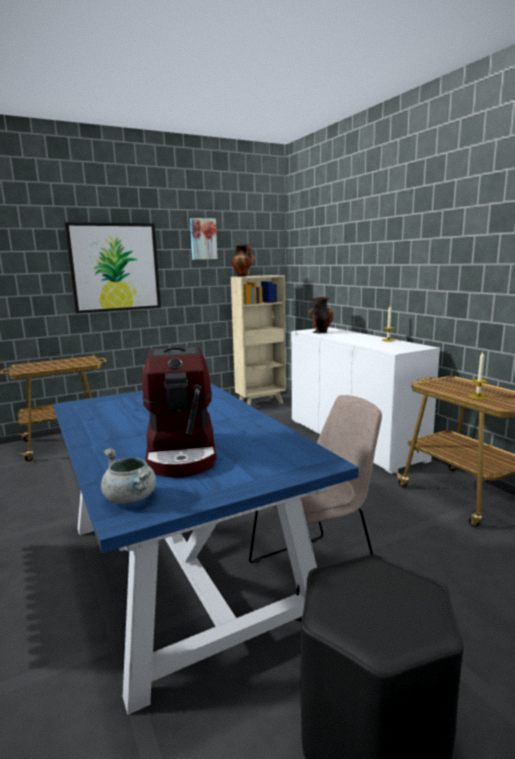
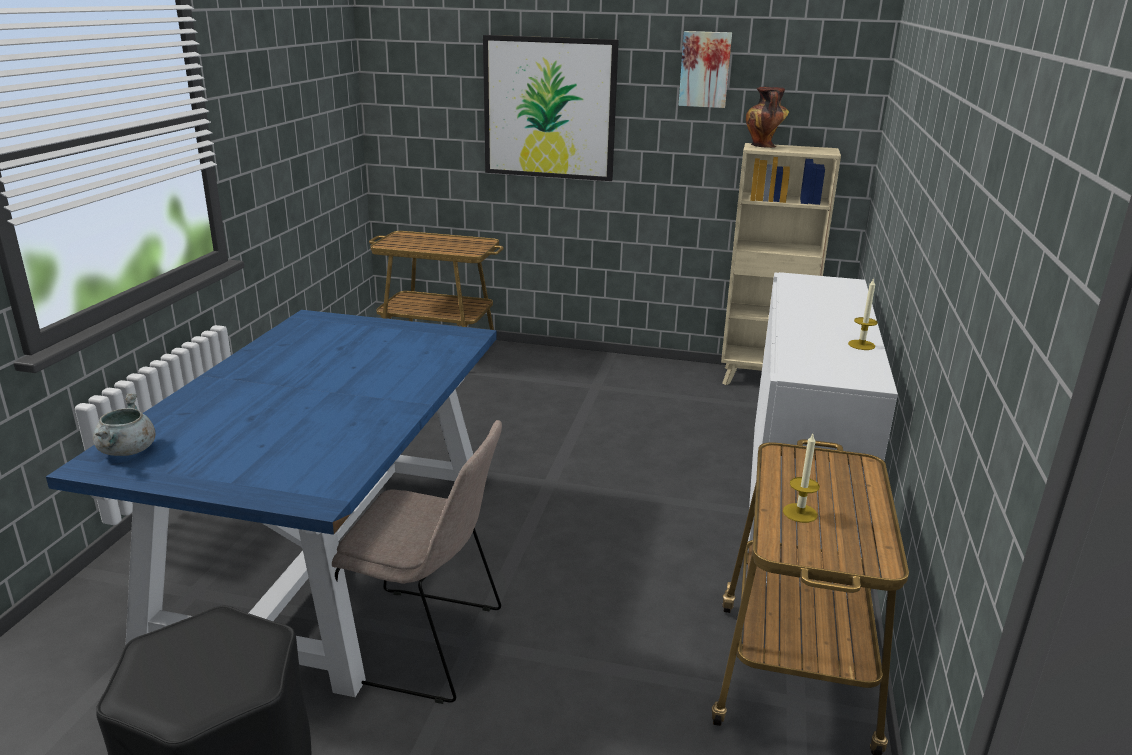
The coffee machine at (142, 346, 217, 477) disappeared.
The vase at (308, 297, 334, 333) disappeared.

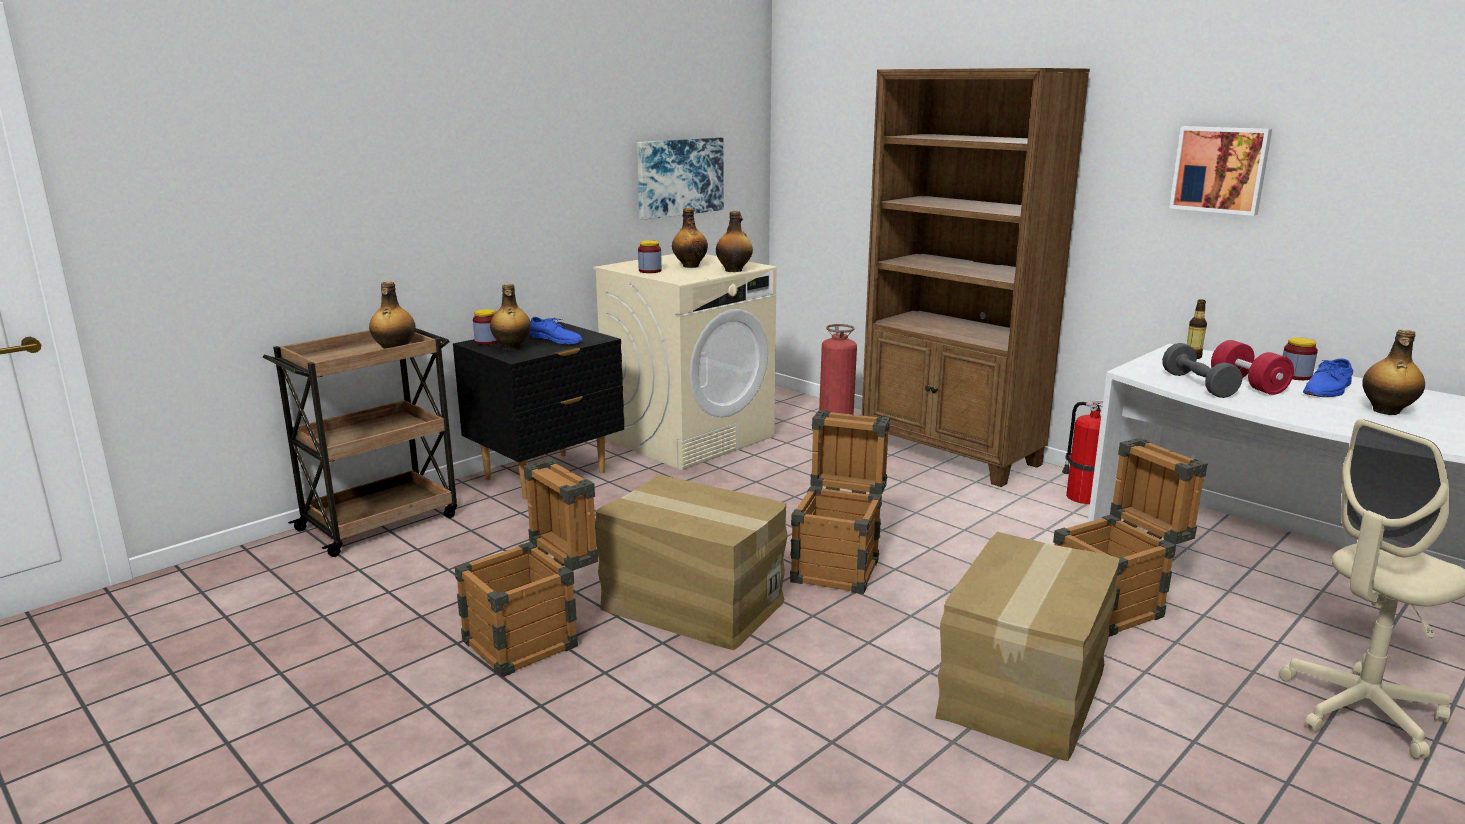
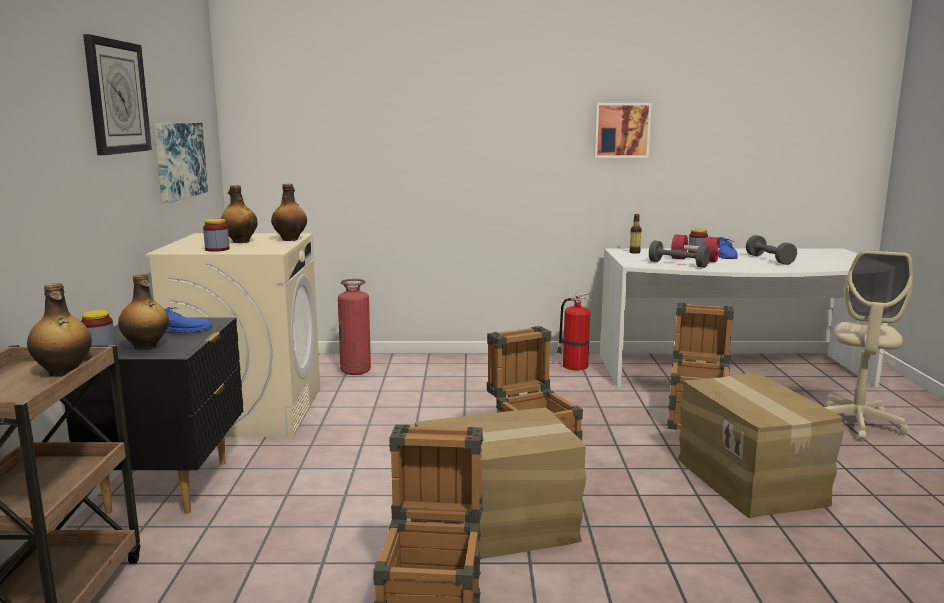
The brown bookcase at (862, 68, 1090, 487) disappeared.
The wall clock at (83, 34, 152, 155) appeared.
The bottle at (1362, 330, 1425, 415) was replaced by the grey dumbbell at (746, 235, 797, 265).

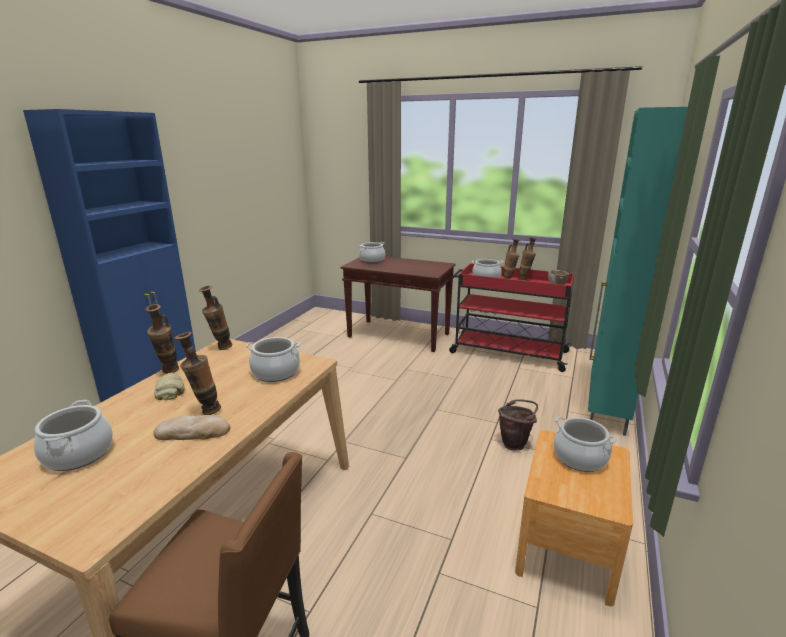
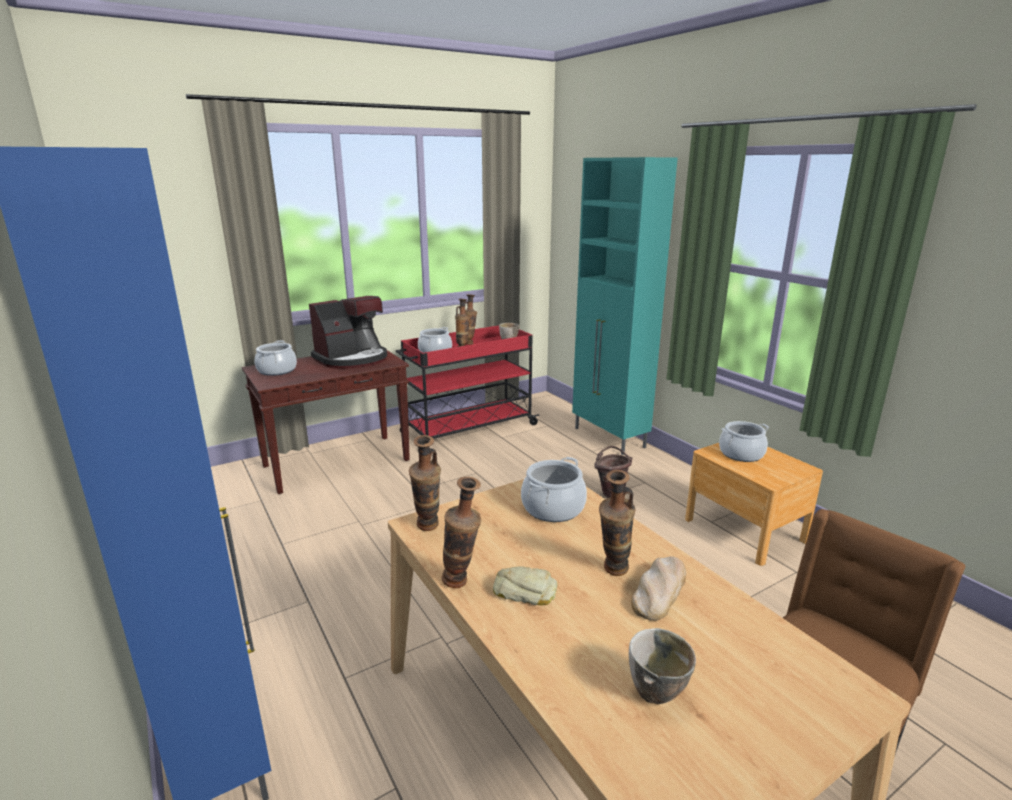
The coffee machine at (309, 296, 387, 369) appeared.
The cooking pot at (34, 400, 113, 471) was replaced by the bowl at (629, 628, 696, 704).

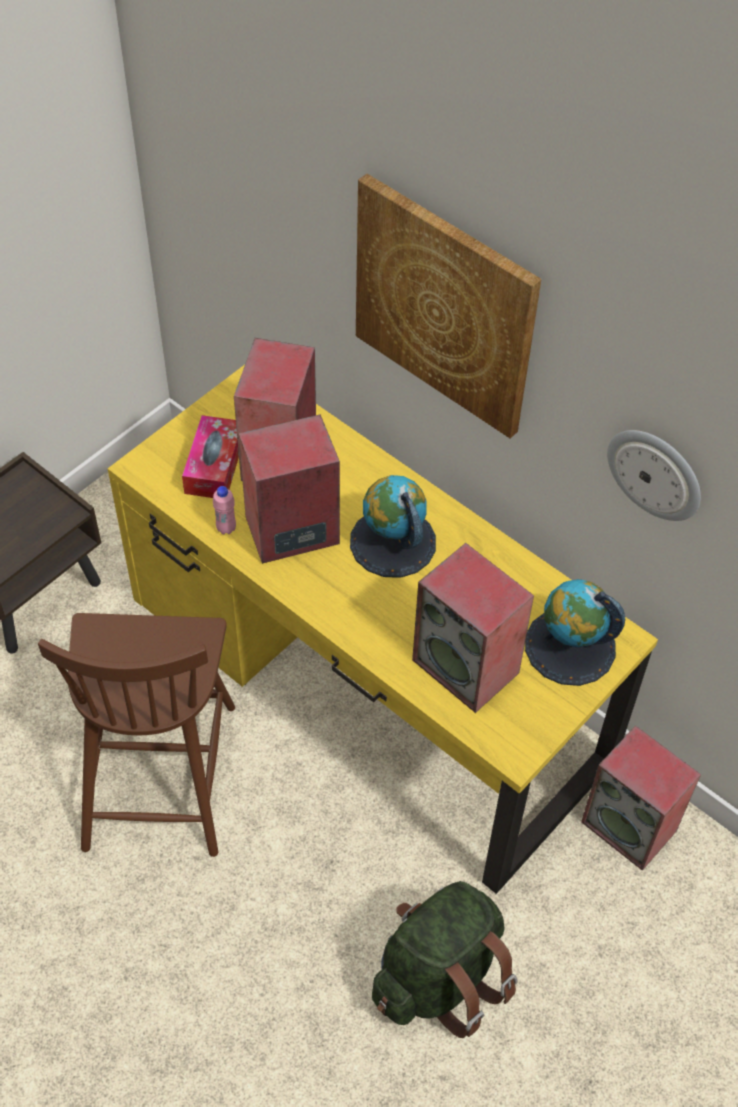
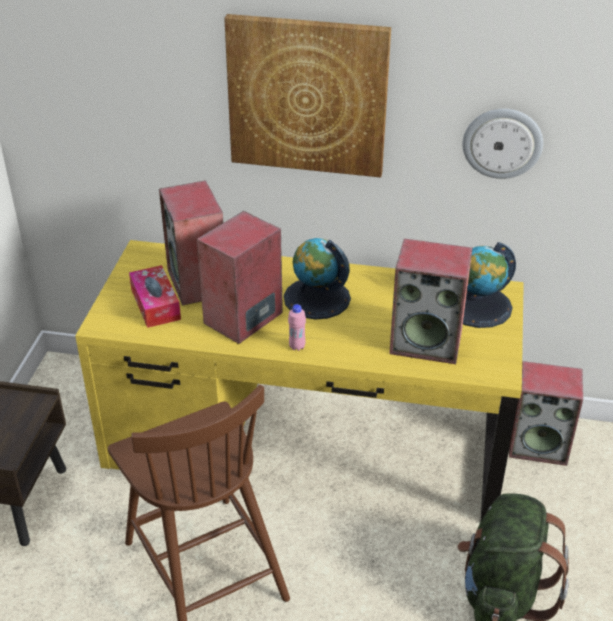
The pink bottle moved from (213, 486, 236, 534) to (288, 304, 306, 351).

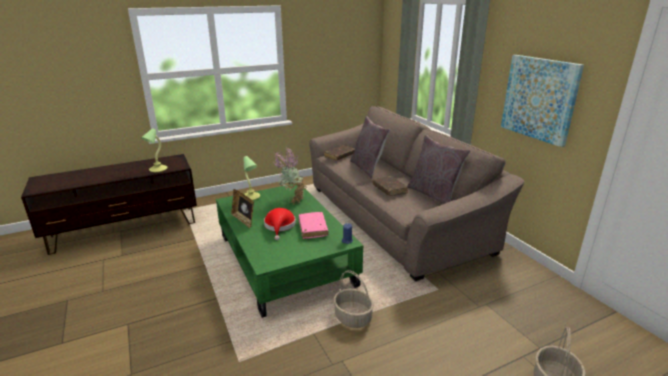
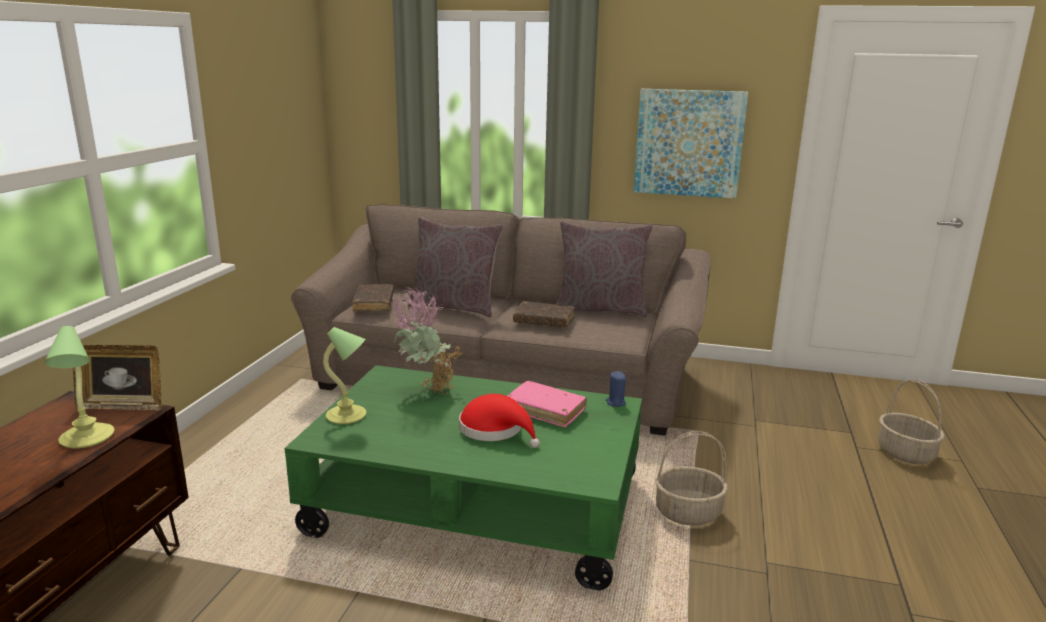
The picture frame moved from (231, 189, 254, 228) to (73, 345, 162, 411).

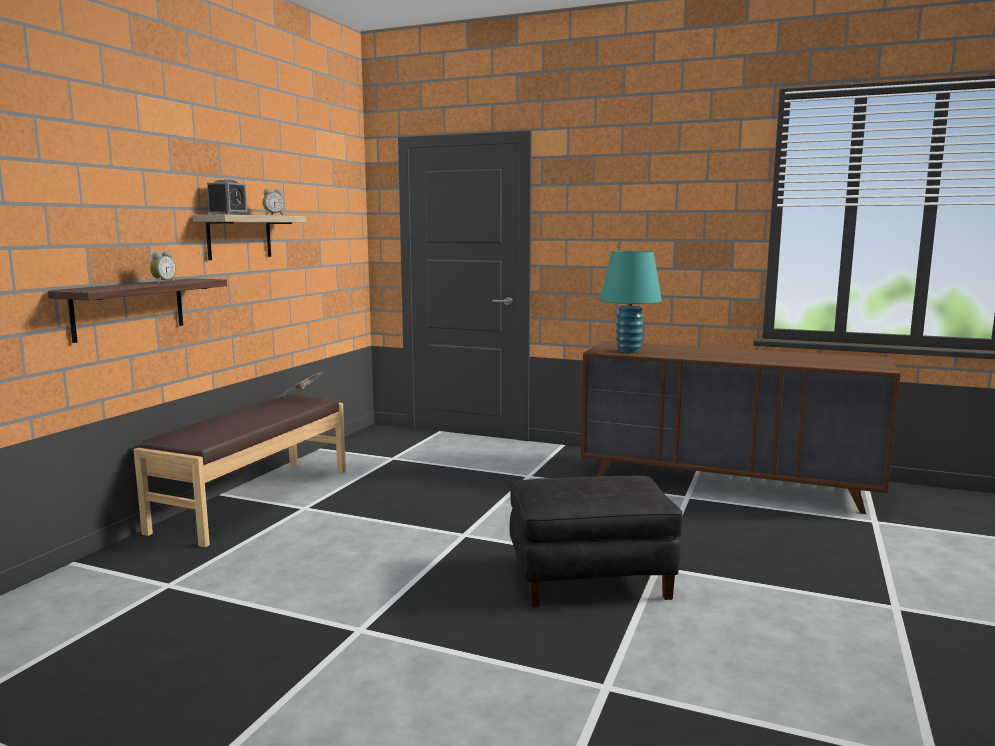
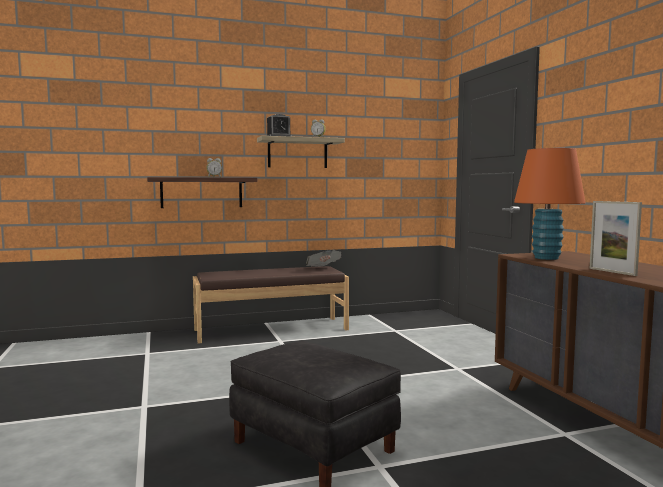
The picture frame at (590, 201, 642, 276) appeared.
The turquoise table lamp at (600, 251, 662, 353) became the orange table lamp at (514, 148, 586, 260).

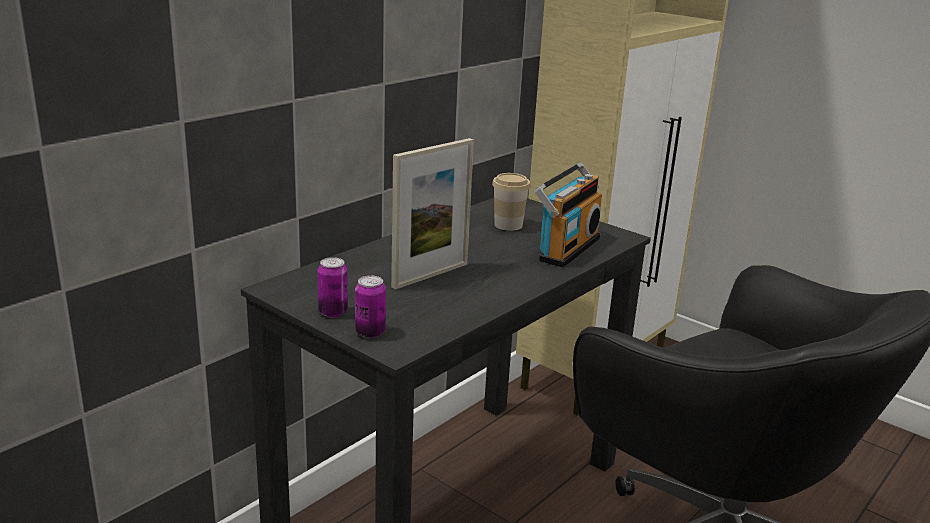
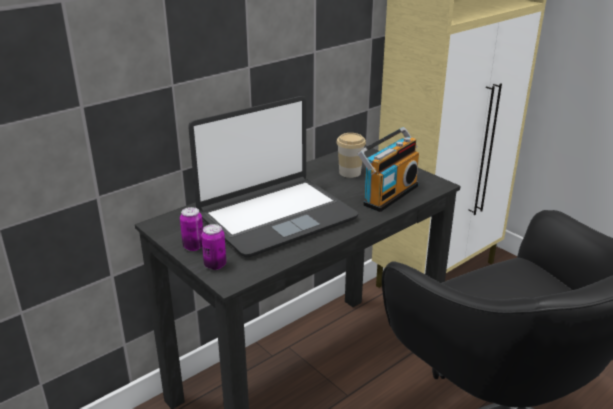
The picture frame at (391, 138, 474, 290) was replaced by the laptop at (188, 96, 358, 257).

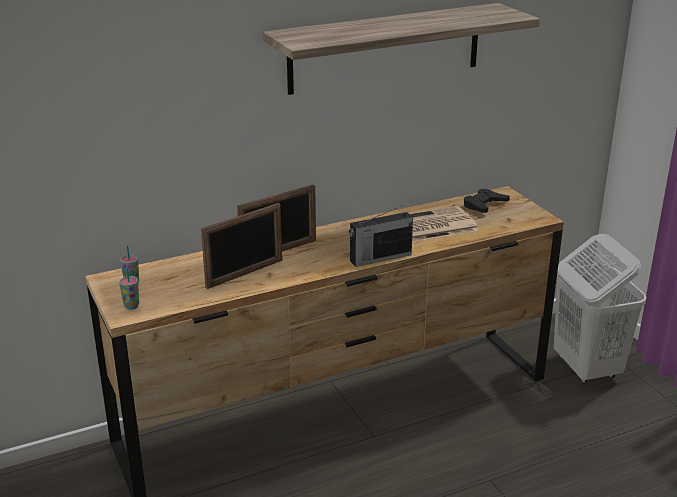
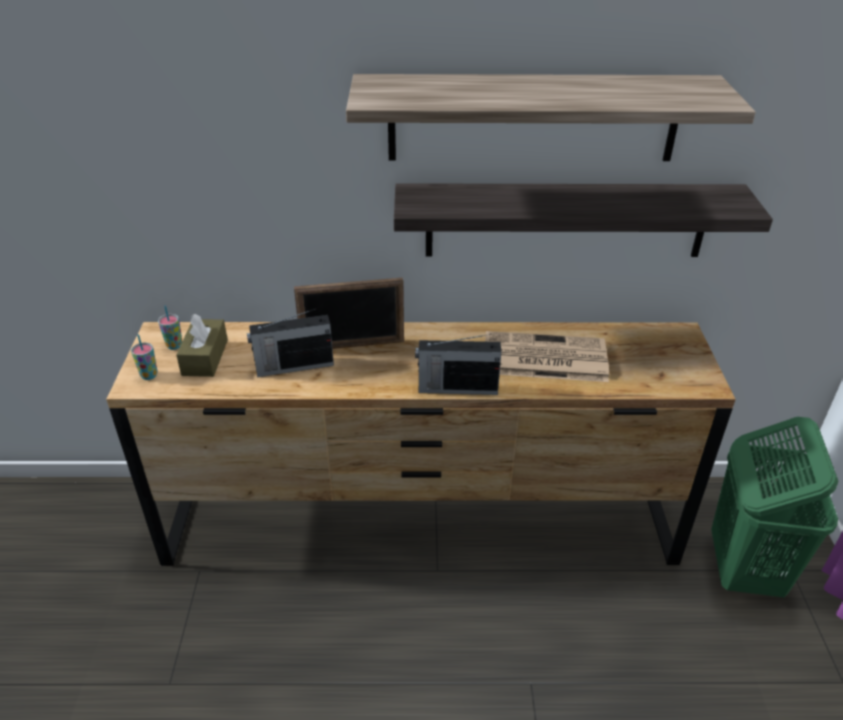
The black game controller at (464, 188, 510, 213) disappeared.
The brown tissue box at (176, 314, 228, 377) appeared.
The shelf at (394, 183, 773, 257) appeared.
The picture frame at (201, 203, 282, 289) was replaced by the radio at (247, 308, 334, 377).
The white laundry basket at (554, 234, 647, 383) became the green laundry basket at (711, 417, 839, 597).

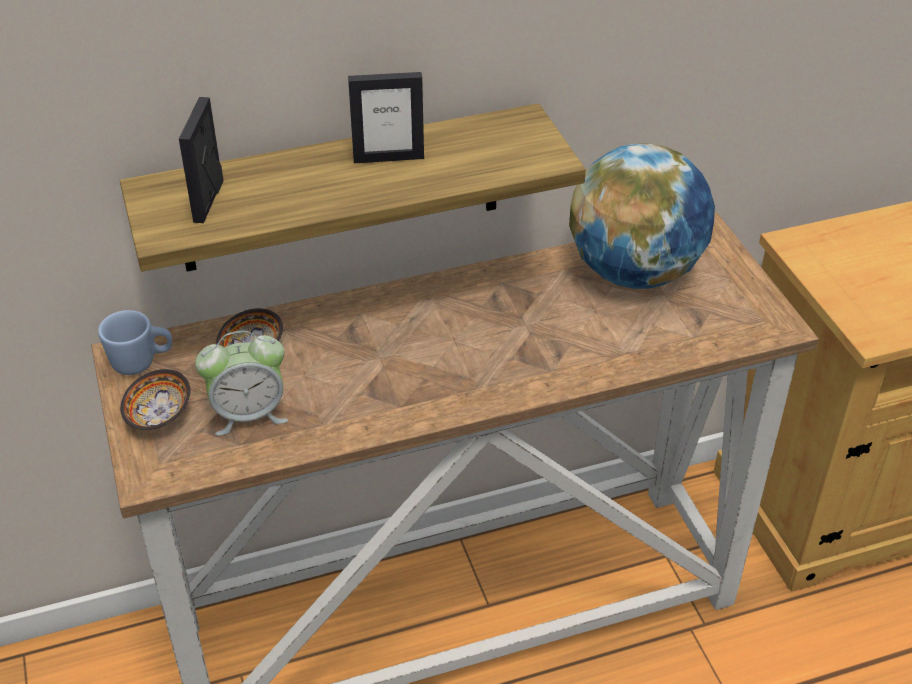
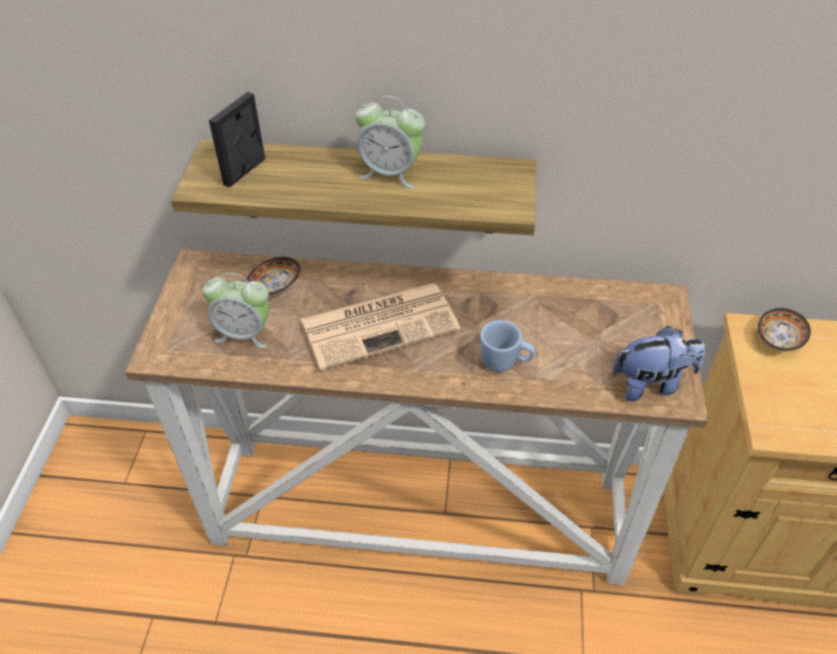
The globe at (569, 144, 715, 289) disappeared.
The newspaper at (300, 283, 460, 371) appeared.
The plush toy at (614, 326, 705, 401) appeared.
The blue mug moved from (98, 310, 172, 375) to (480, 320, 535, 372).
The bowl moved from (120, 369, 190, 430) to (758, 308, 811, 351).
The picture frame at (348, 72, 424, 163) was replaced by the alarm clock at (356, 96, 425, 188).

